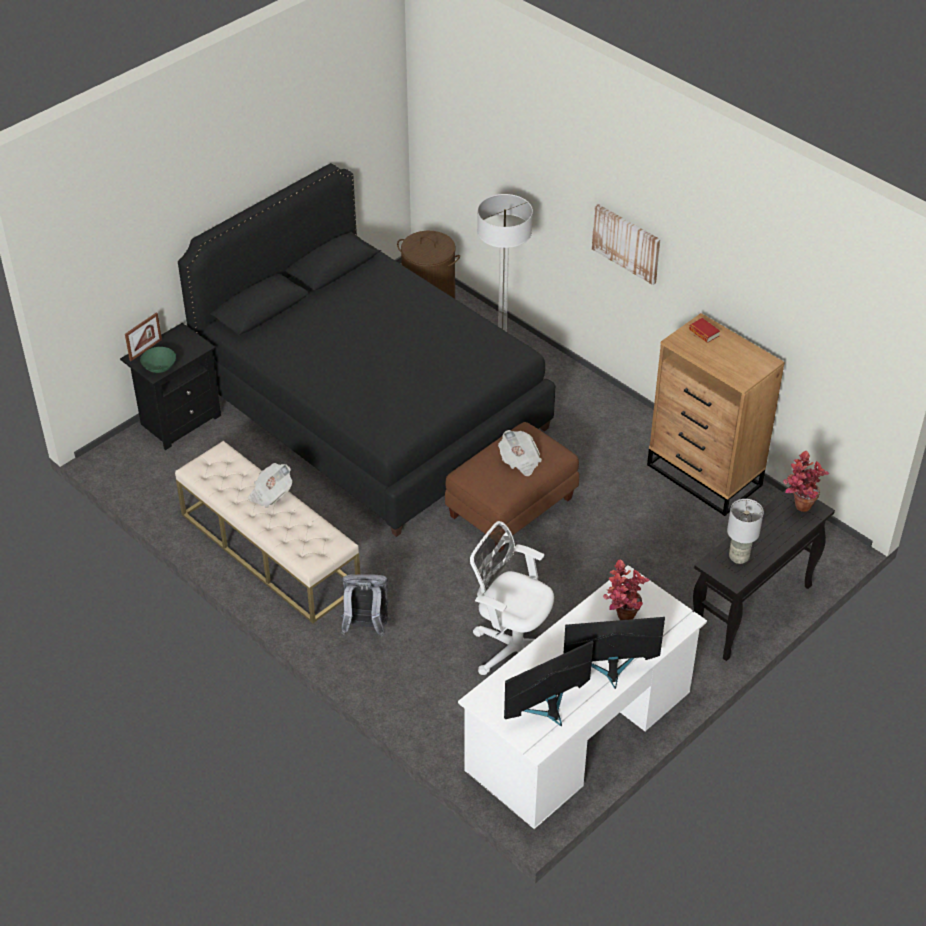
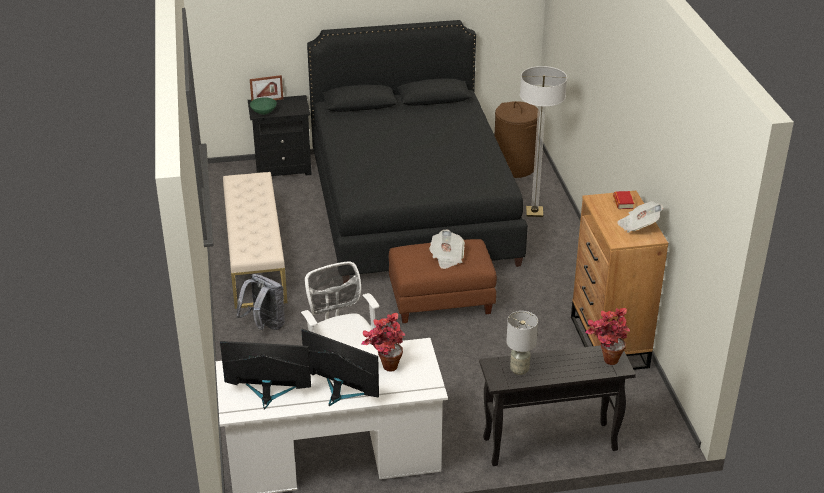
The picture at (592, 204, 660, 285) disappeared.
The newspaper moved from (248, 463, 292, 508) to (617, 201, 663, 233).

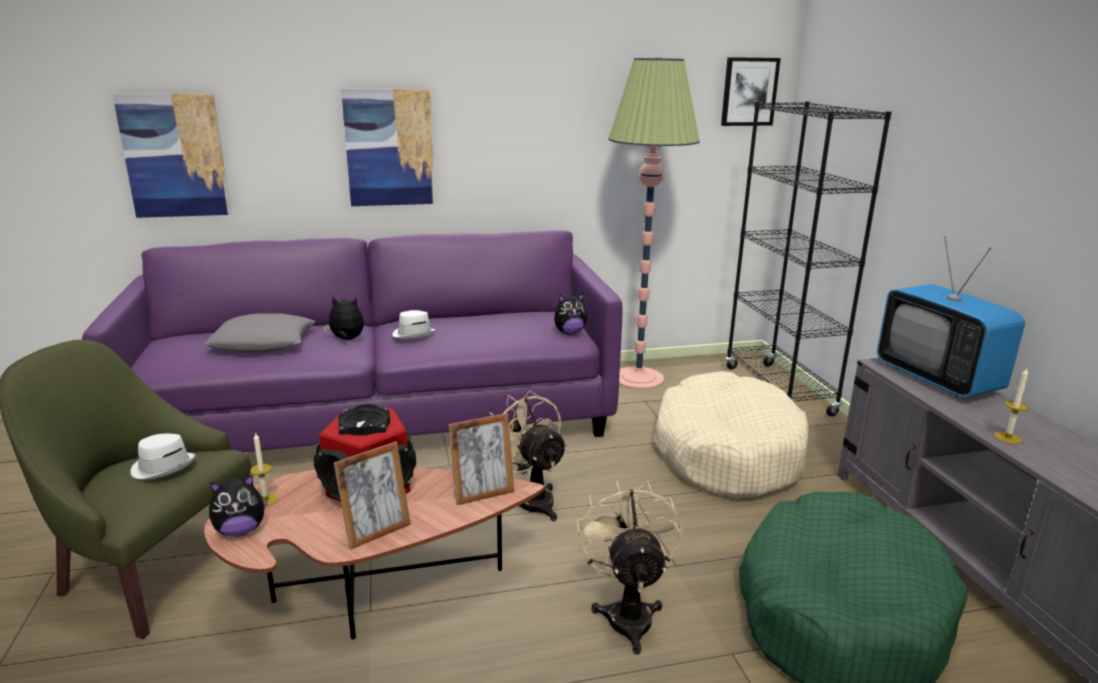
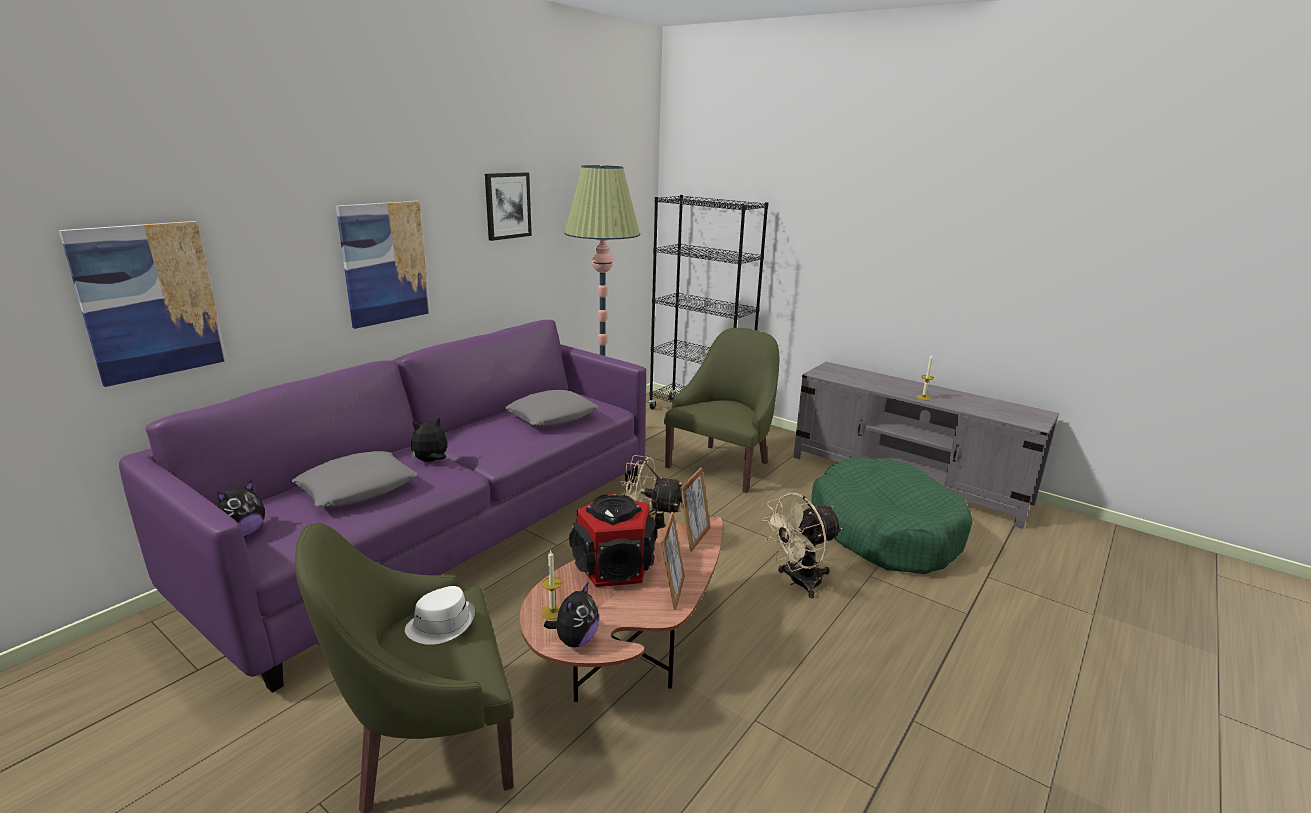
The white hat at (393, 310, 436, 339) disappeared.
The television at (877, 236, 1025, 398) disappeared.
The grey pillow at (505, 390, 598, 427) appeared.
The plush toy moved from (554, 293, 587, 334) to (217, 480, 265, 537).
The picture moved from (721, 57, 781, 126) to (485, 172, 532, 241).
The beige dog bed at (653, 371, 809, 499) was replaced by the green armchair at (664, 328, 780, 493).
The beige fan at (577, 480, 682, 654) turned 75 degrees counterclockwise.

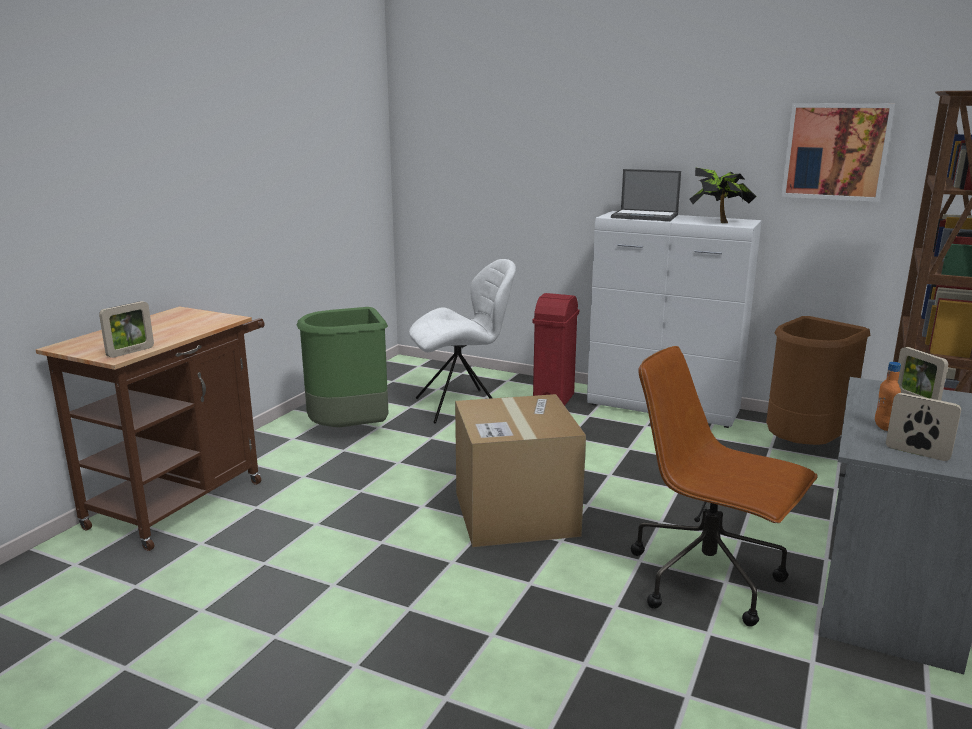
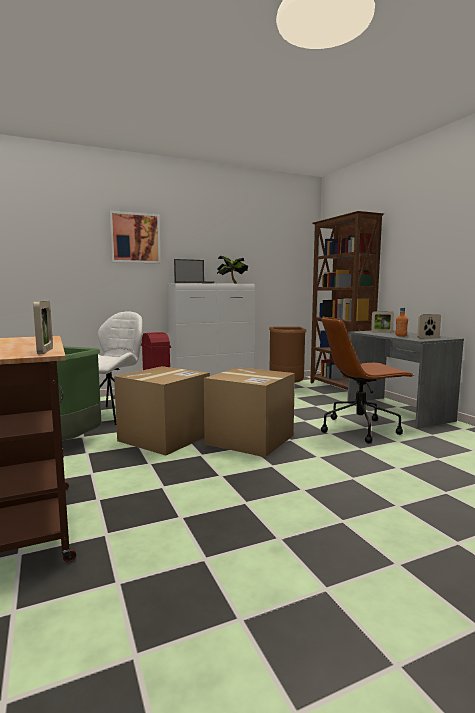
The cardboard box at (114, 366, 210, 456) appeared.
The picture moved from (781, 103, 895, 202) to (109, 211, 161, 264).

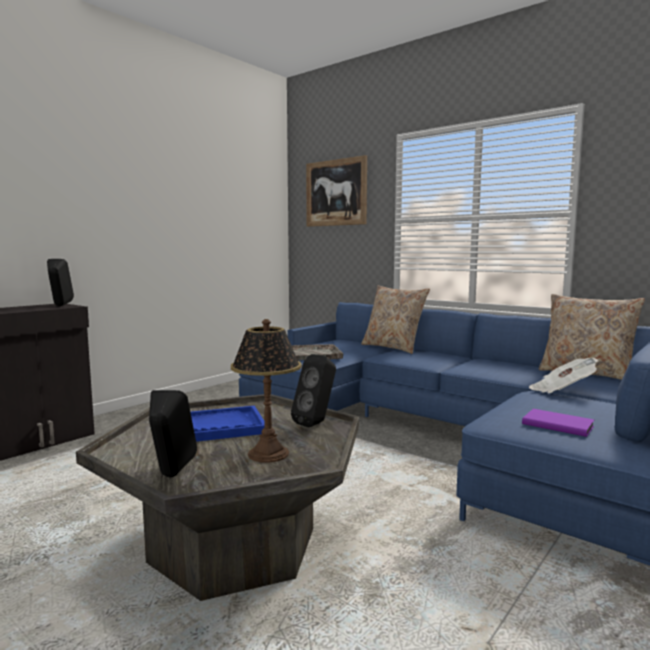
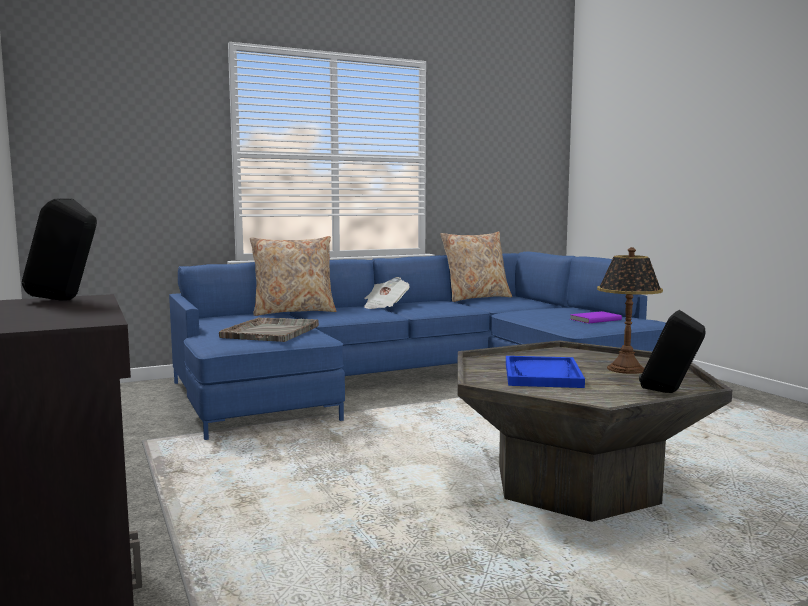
The black speaker at (291, 354, 336, 427) disappeared.
The picture at (306, 155, 367, 227) disappeared.
The newspaper moved from (529, 358, 598, 393) to (364, 277, 410, 309).

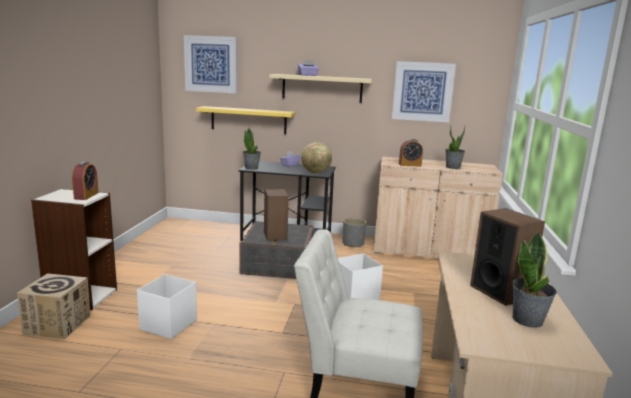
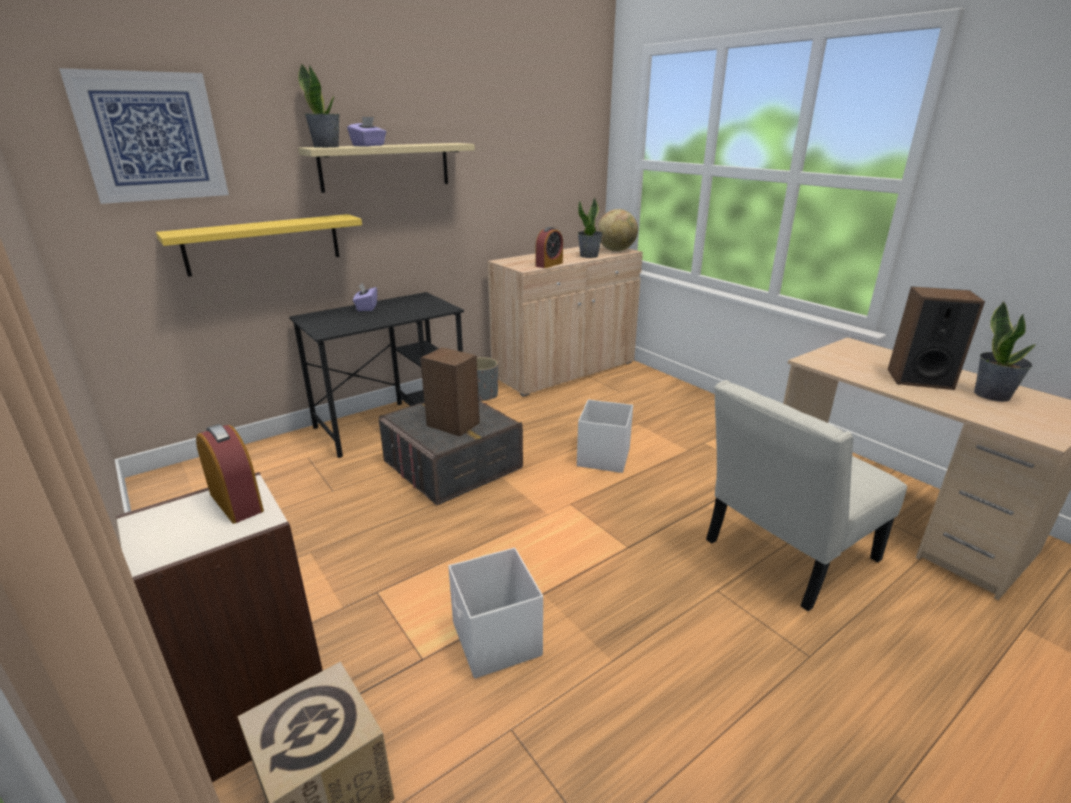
The picture at (392, 61, 456, 122) disappeared.
The potted plant moved from (243, 128, 261, 170) to (298, 63, 340, 148).
The globe moved from (301, 142, 332, 173) to (597, 209, 638, 251).

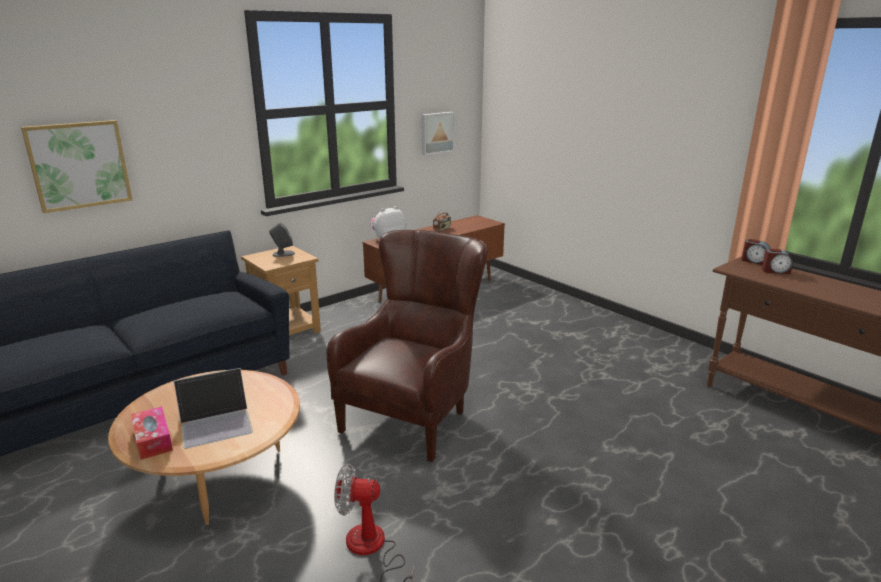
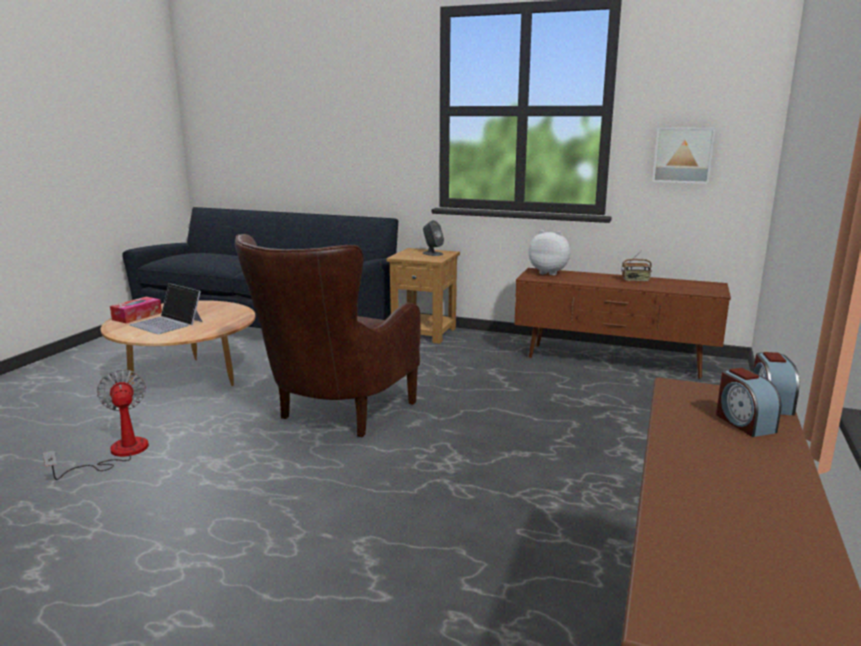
The picture at (21, 120, 132, 213) disappeared.
The brown armchair at (327, 230, 487, 462) turned 120 degrees clockwise.

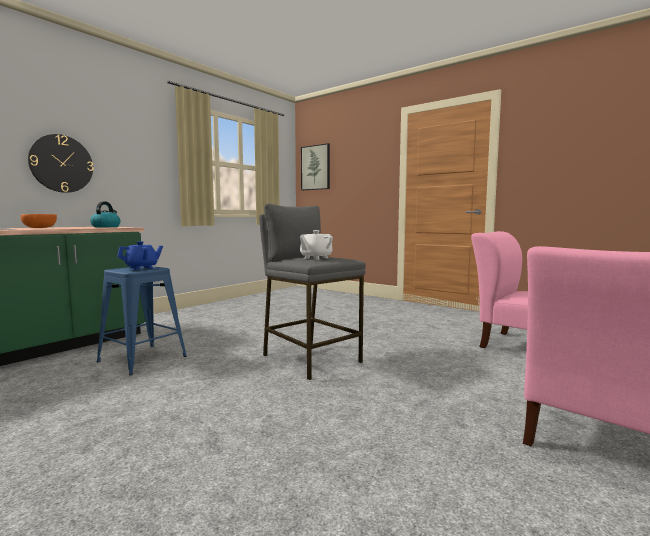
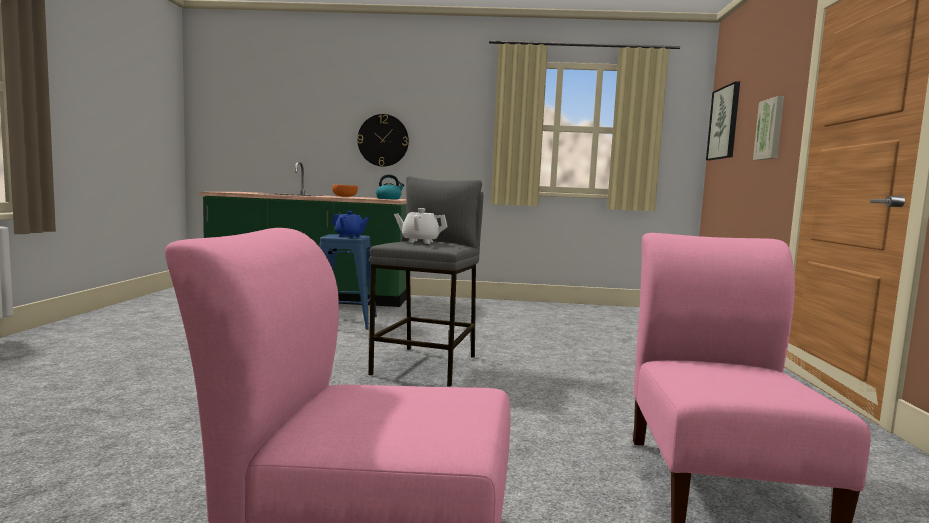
The picture at (753, 96, 784, 160) appeared.

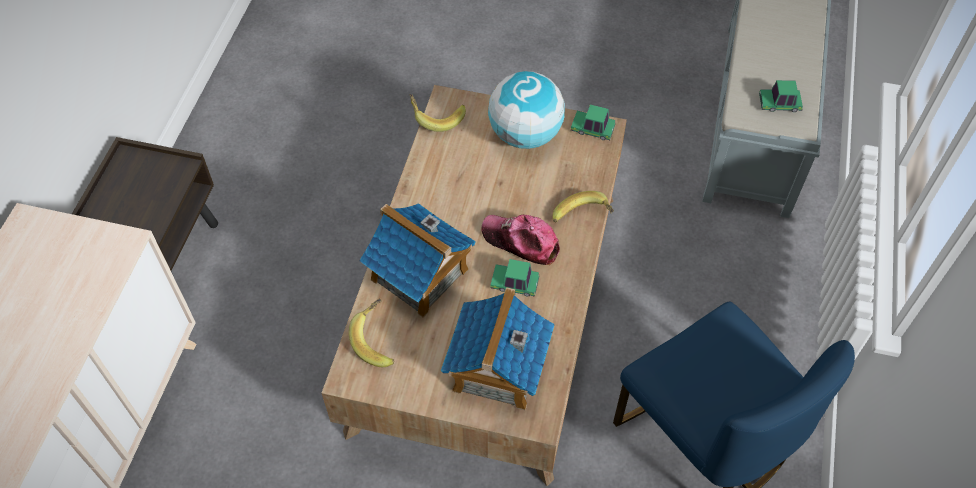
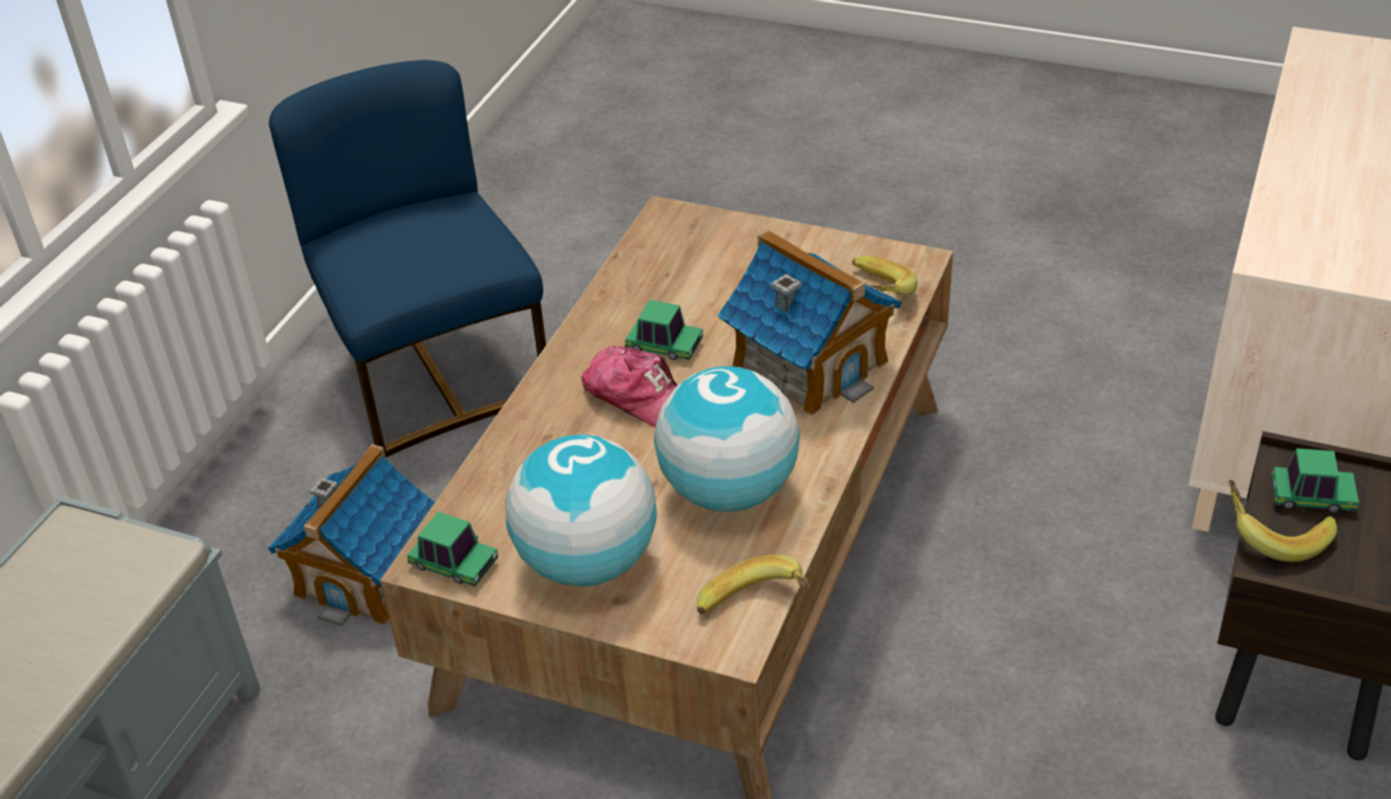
The globe at (654, 366, 800, 512) appeared.
The toy house moved from (441, 287, 555, 410) to (268, 444, 435, 626).
The banana moved from (553, 191, 614, 223) to (1229, 480, 1337, 562).
The toy car moved from (759, 80, 803, 112) to (1270, 448, 1359, 513).

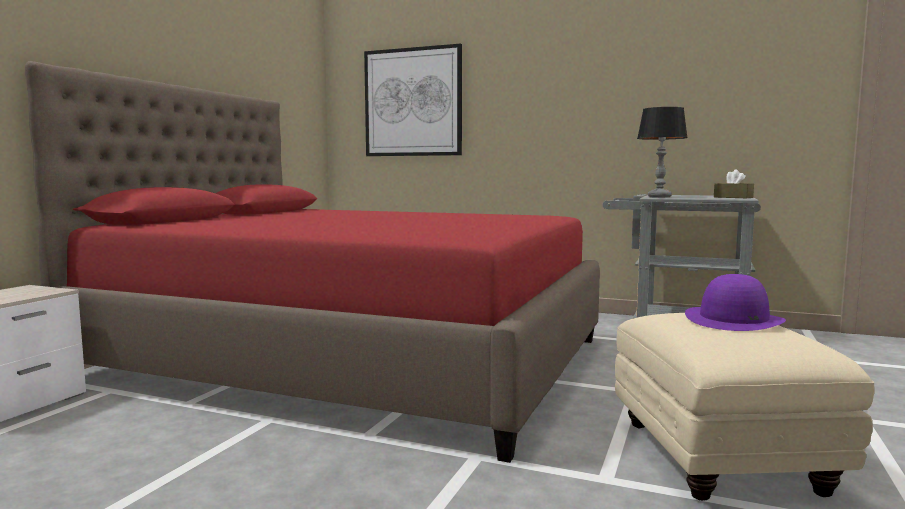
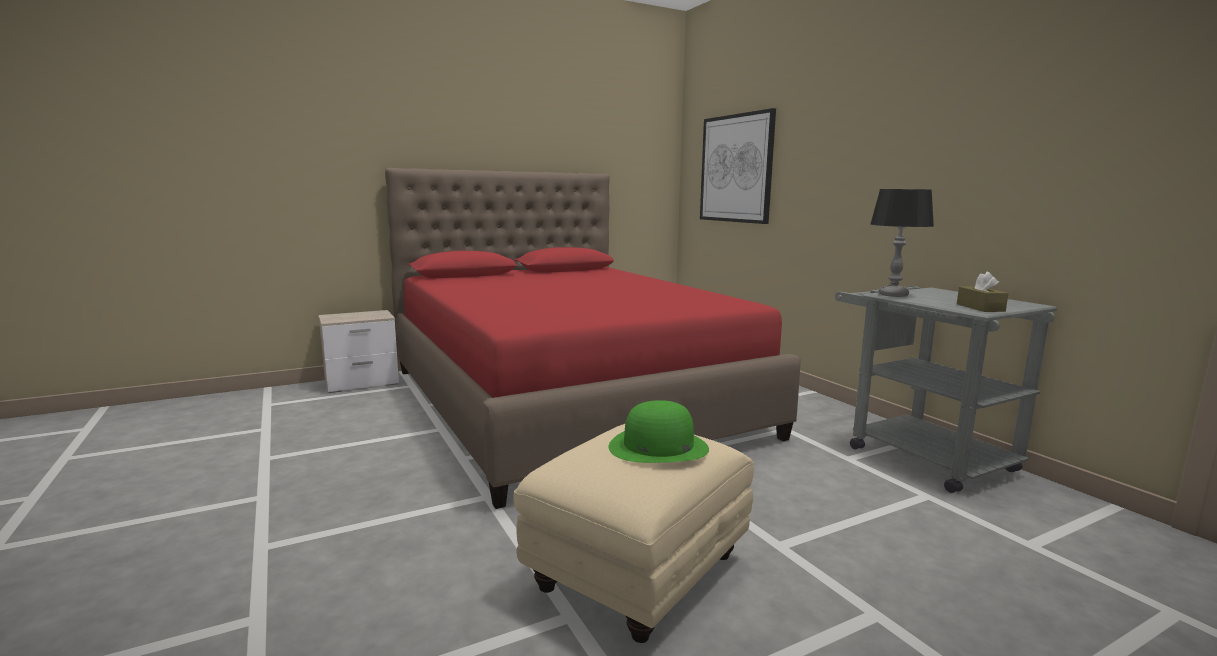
The purple hat at (685, 274, 786, 331) became the green hat at (609, 400, 709, 463).

